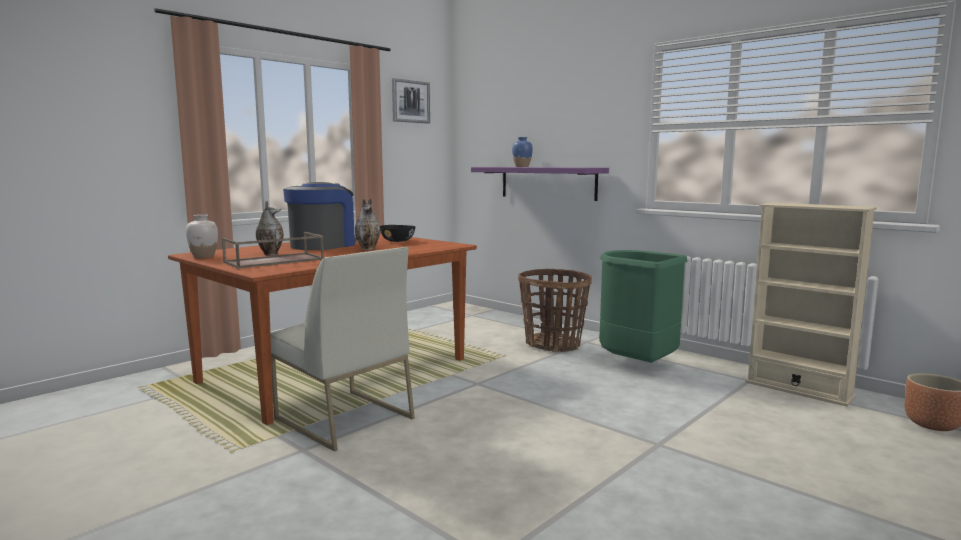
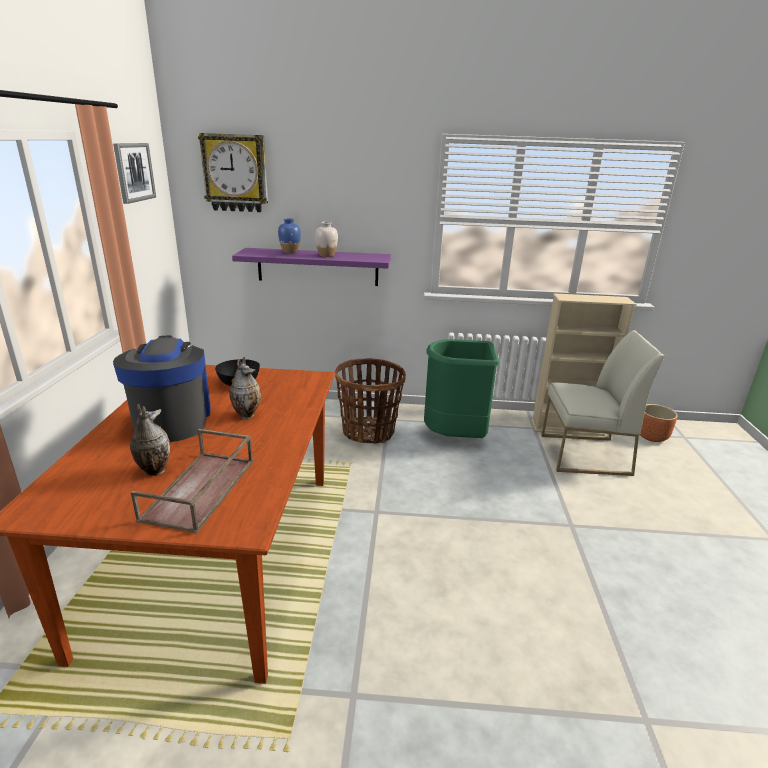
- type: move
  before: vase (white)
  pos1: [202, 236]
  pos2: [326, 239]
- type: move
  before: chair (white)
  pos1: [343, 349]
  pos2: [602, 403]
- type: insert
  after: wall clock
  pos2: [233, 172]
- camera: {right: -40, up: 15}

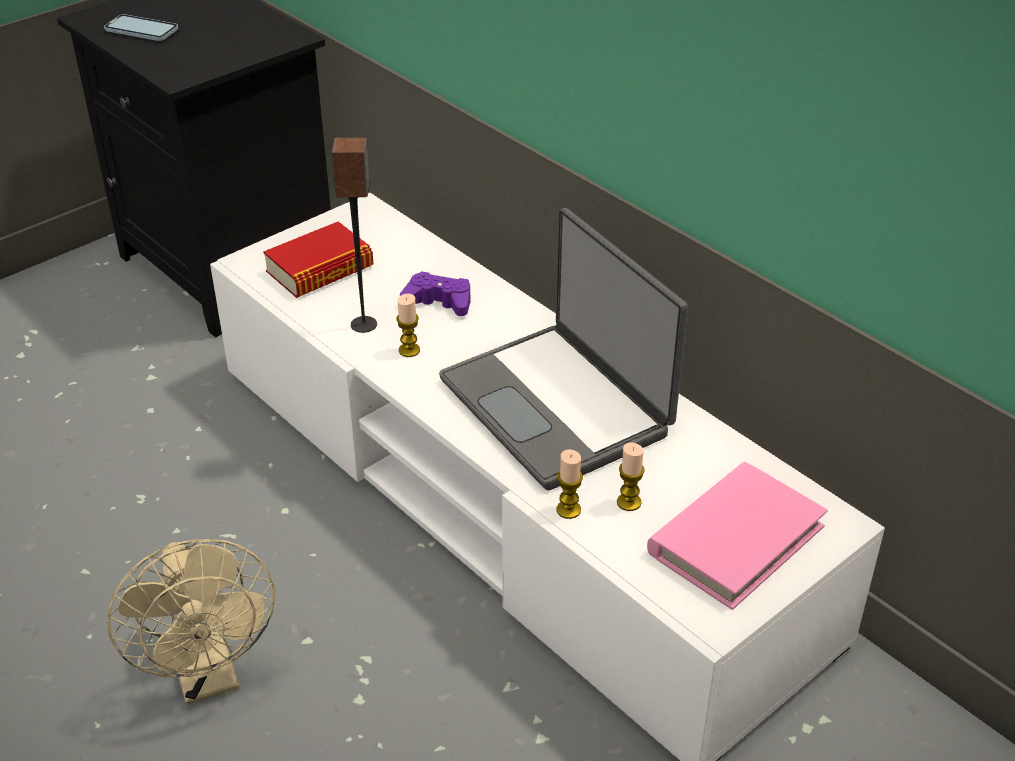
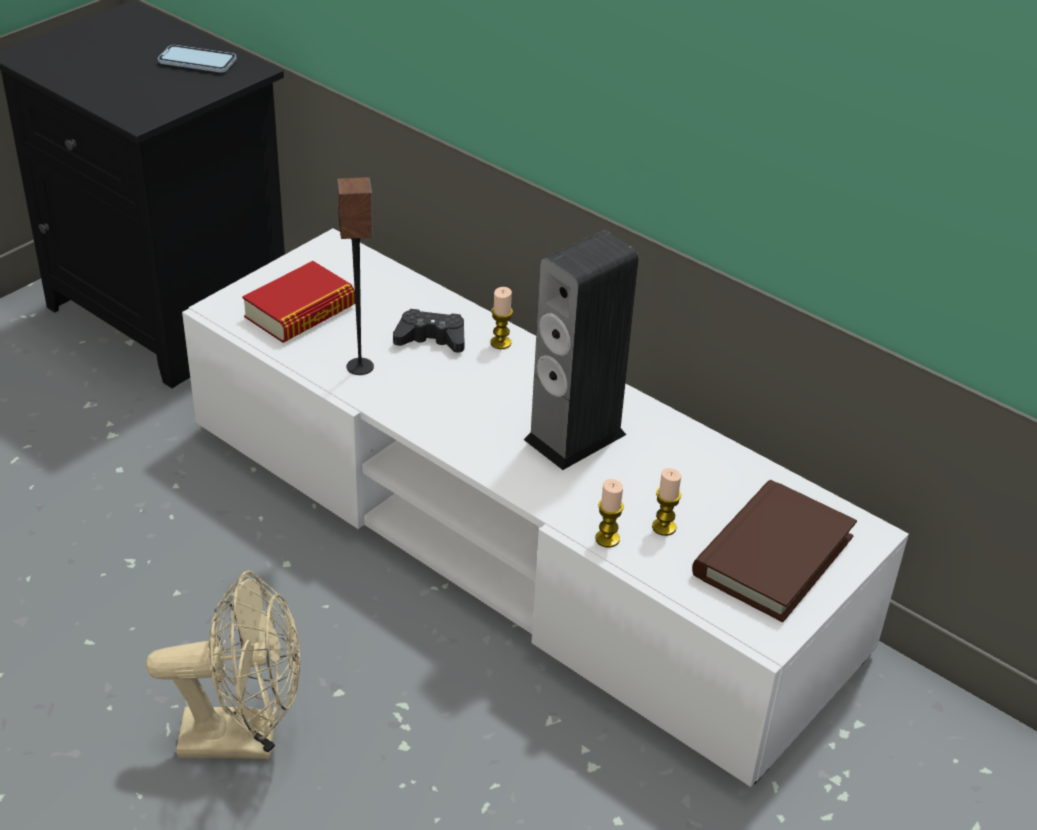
- type: move
  before: phone
  pos1: [141, 27]
  pos2: [197, 59]
- type: rotate
  before: fan (beige)
  pos1: [191, 622]
  pos2: [223, 664]
  turn: -60
- type: move
  before: candle
  pos1: [408, 325]
  pos2: [501, 318]
- type: recolor
  before: game controller (purple)
  after: game controller (black)
  pos1: [435, 293]
  pos2: [428, 331]
- type: replace
  before: laptop
  after: speaker
  pos1: [563, 349]
  pos2: [581, 350]
- type: recolor
  before: book (pink)
  after: book (brown)
  pos1: [737, 536]
  pos2: [774, 551]
- camera: {right: -10, up: 0}

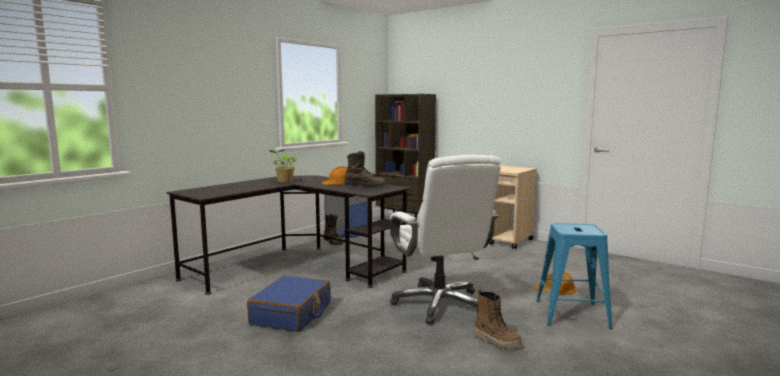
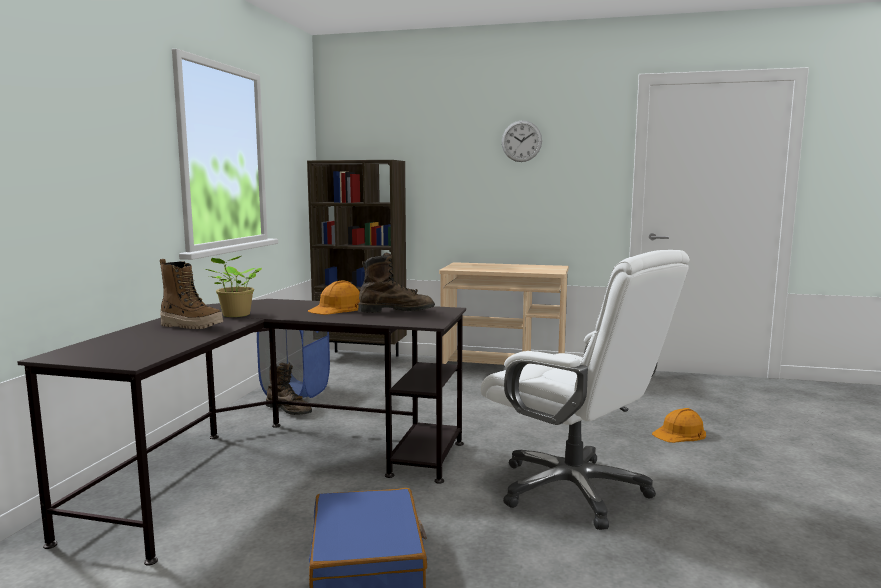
- type: move
  before: boot
  pos1: [498, 319]
  pos2: [191, 294]
- type: delete
  before: stool (blue)
  pos1: [574, 276]
- type: insert
  after: wall clock
  pos2: [522, 141]
- camera: {right: -25, up: 0}

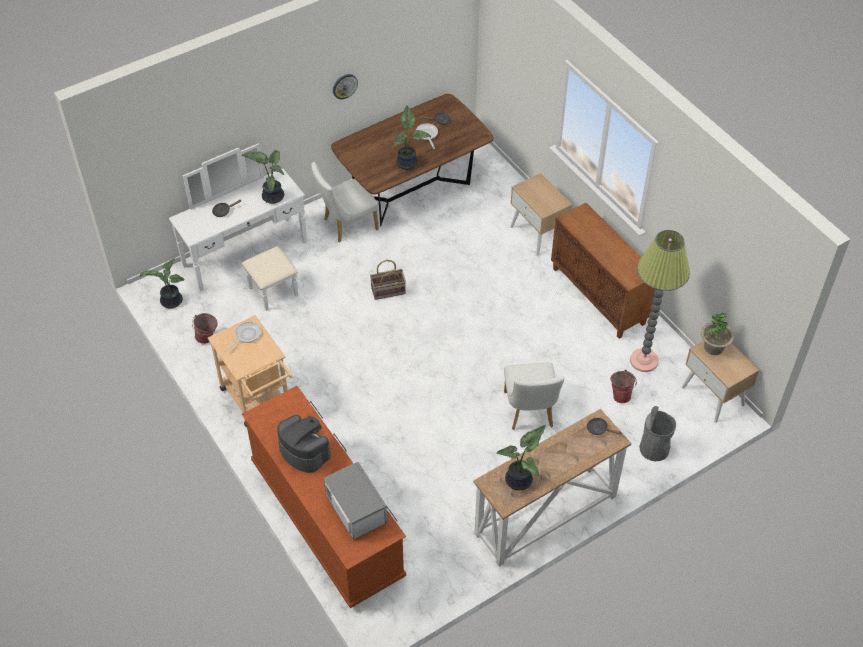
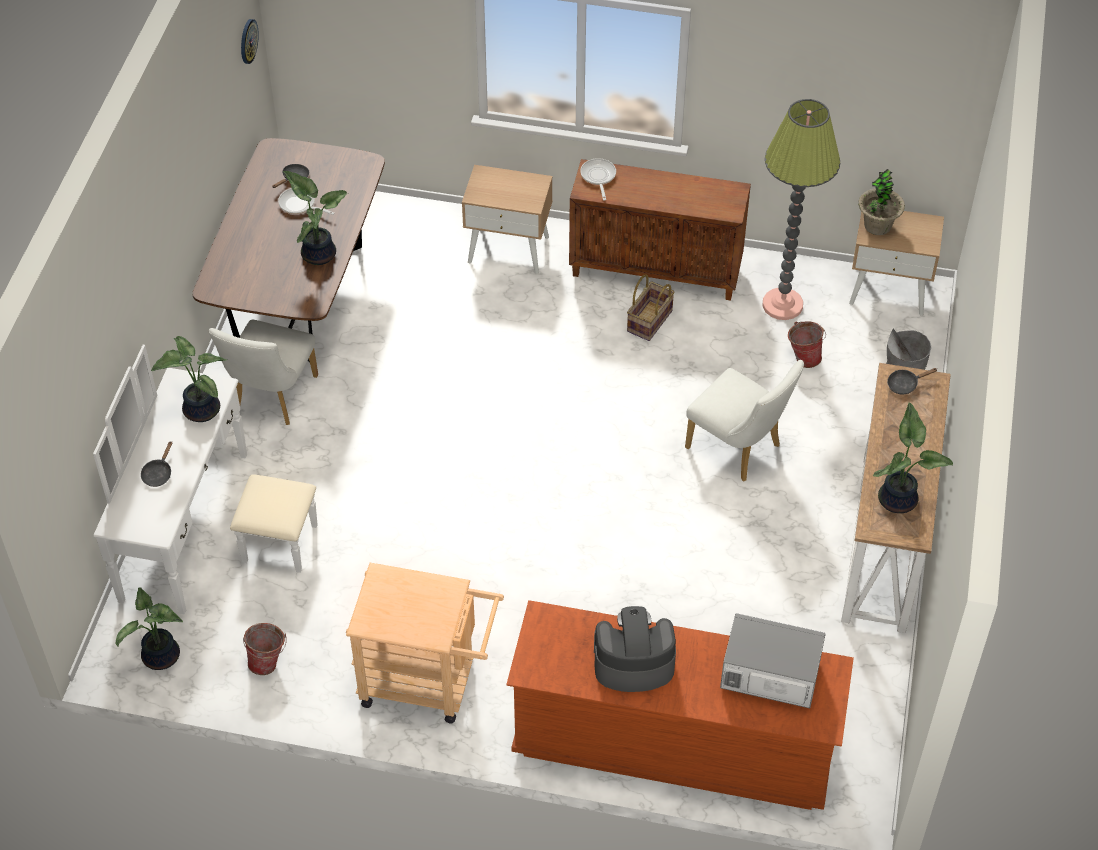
- type: move
  before: frying pan
  pos1: [243, 336]
  pos2: [598, 179]
- type: move
  before: wall clock
  pos1: [345, 86]
  pos2: [250, 41]
- type: move
  before: basket
  pos1: [388, 280]
  pos2: [651, 307]
- camera: {right: -45, up: 0}

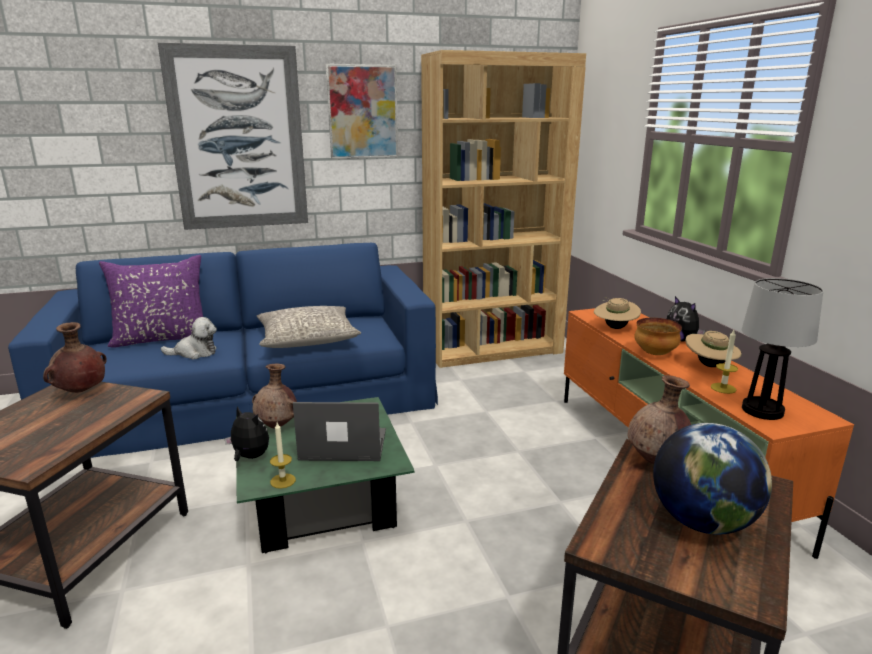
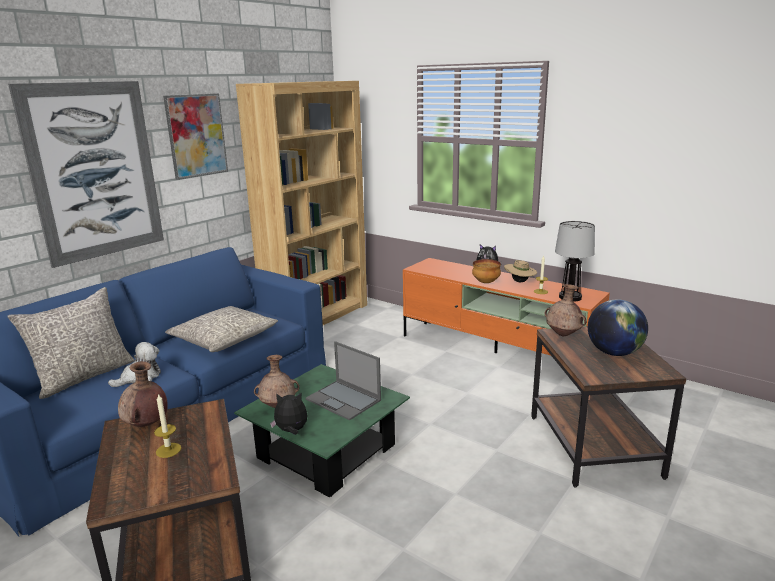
- type: recolor
  before: pillow (purple)
  after: pillow (grey)
  pos1: [151, 301]
  pos2: [71, 343]
- type: move
  before: candle
  pos1: [283, 456]
  pos2: [167, 425]
- type: rotate
  before: laptop
  pos1: [339, 431]
  pos2: [343, 381]
  turn: -105
- type: delete
  before: hat (beige)
  pos1: [617, 313]
- camera: {right: -35, up: 0}

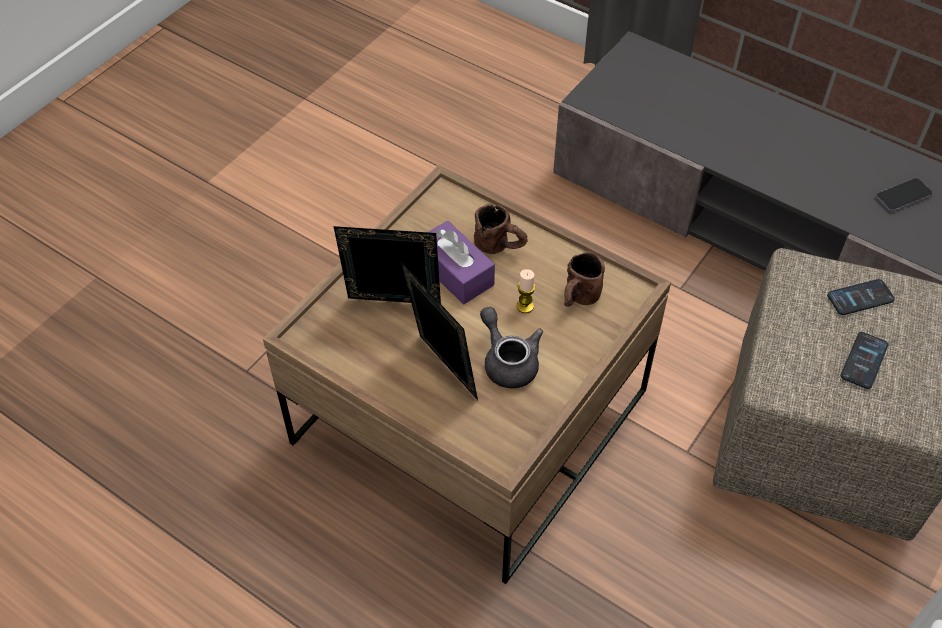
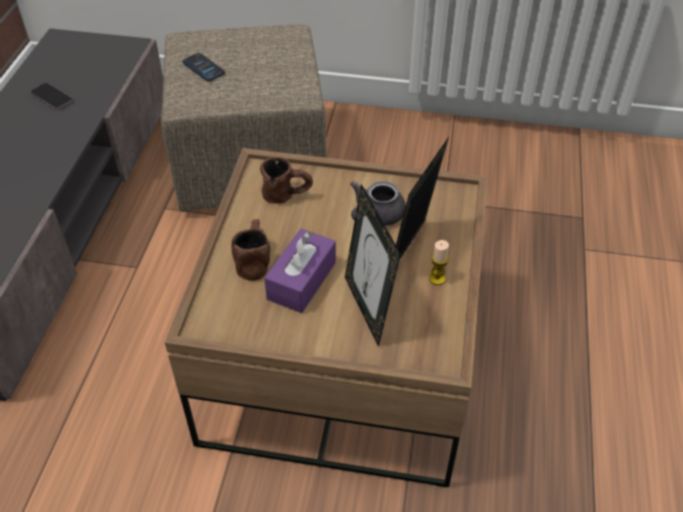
- type: move
  before: candle
  pos1: [526, 291]
  pos2: [439, 262]
- type: delete
  before: phone
  pos1: [864, 360]
- camera: {right: -115, up: -5}

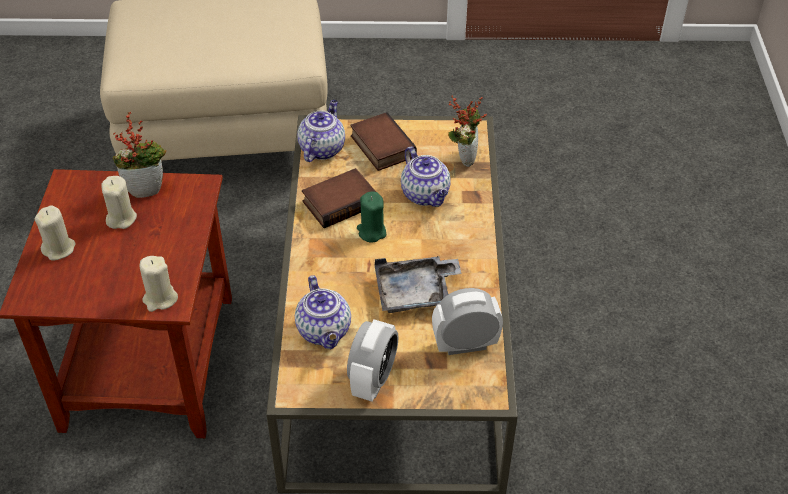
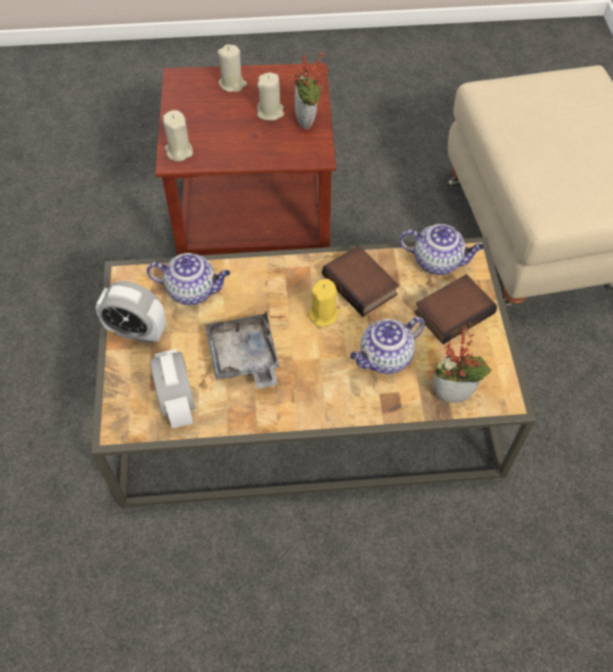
- type: rotate
  before: teapot
  pos1: [323, 312]
  pos2: [188, 279]
  turn: -150
- type: recolor
  before: candle (green)
  after: candle (yellow)
  pos1: [371, 217]
  pos2: [323, 303]
- camera: {right: 85, up: 10}

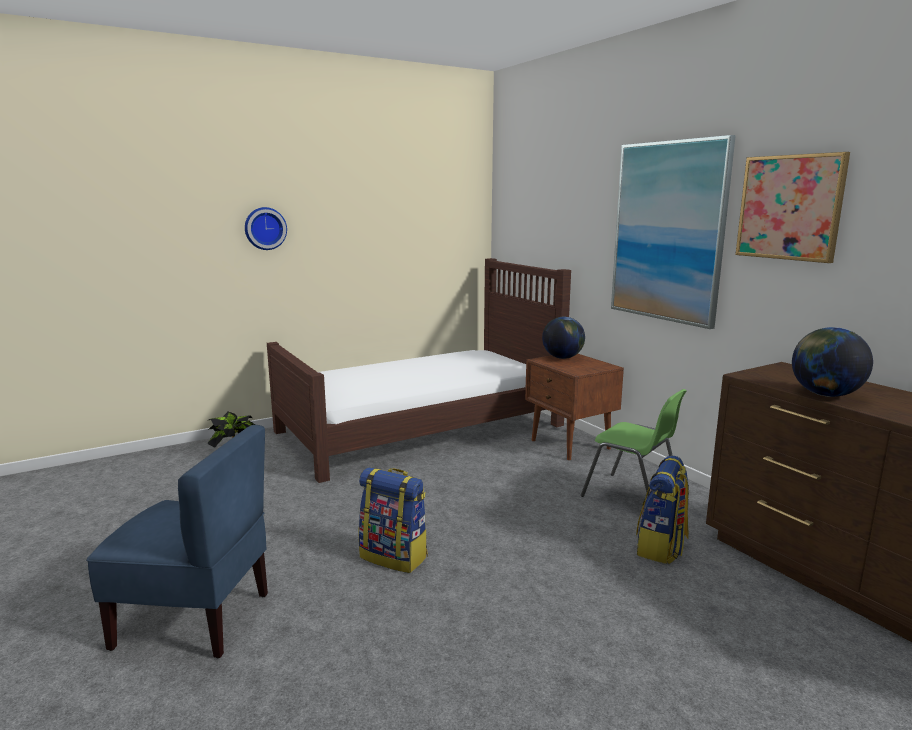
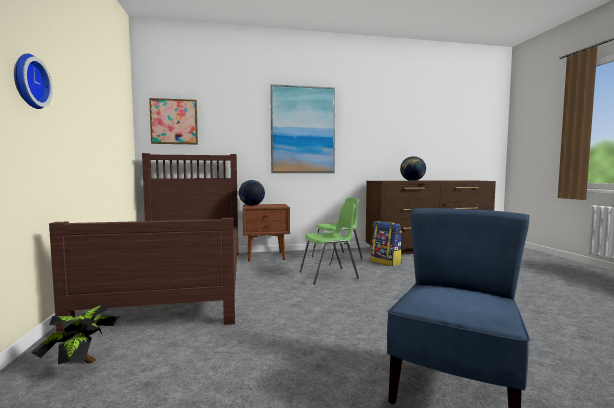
- type: delete
  before: backpack
  pos1: [393, 520]
- type: move
  before: picture
  pos1: [792, 207]
  pos2: [173, 121]
- type: insert
  after: chair (green)
  pos2: [329, 243]
- camera: {right: -70, up: -10}

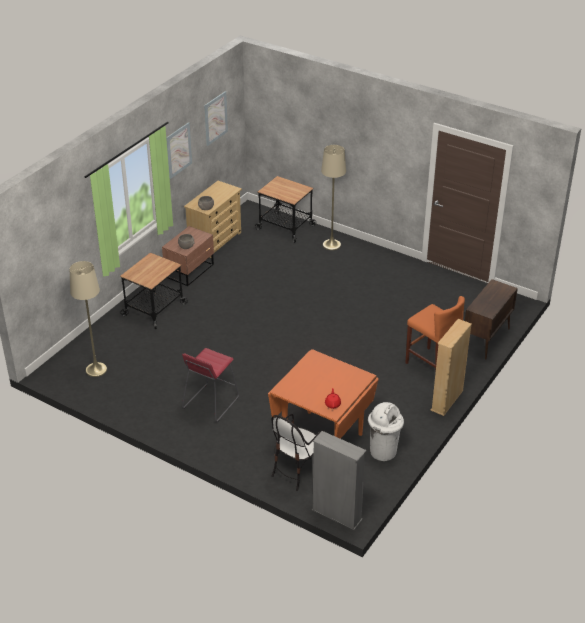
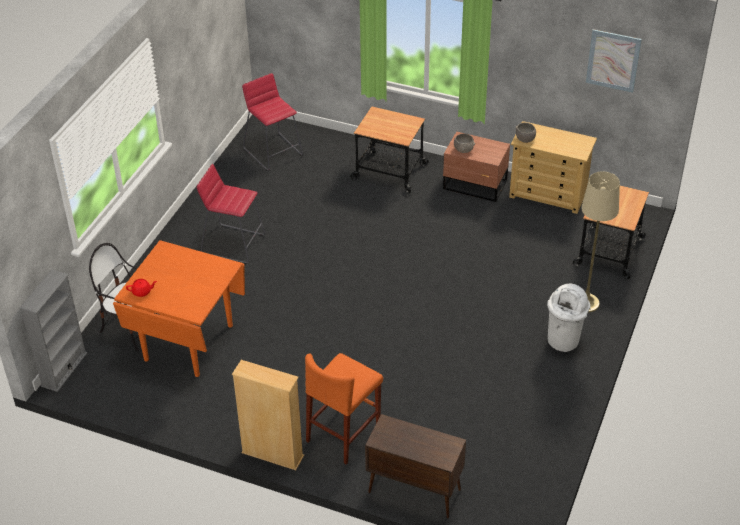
- type: replace
  before: floor lamp (beige)
  after: stool (red)
  pos1: [88, 319]
  pos2: [272, 122]
- type: delete
  before: picture
  pos1: [179, 150]
- type: move
  before: trash can (white)
  pos1: [386, 431]
  pos2: [569, 318]
- camera: {right: 80, up: 5}

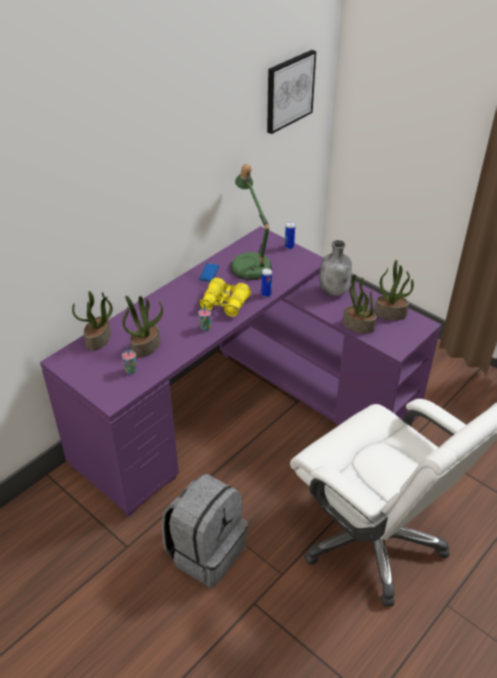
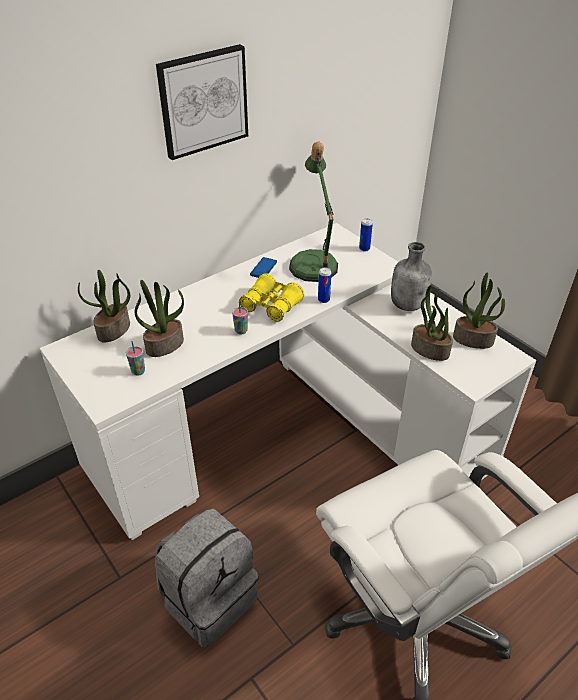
- type: recolor
  before: desk (purple)
  after: desk (white)
  pos1: [240, 371]
  pos2: [287, 381]
- type: move
  before: picture
  pos1: [291, 92]
  pos2: [202, 102]
- camera: {right: 10, up: 0}

